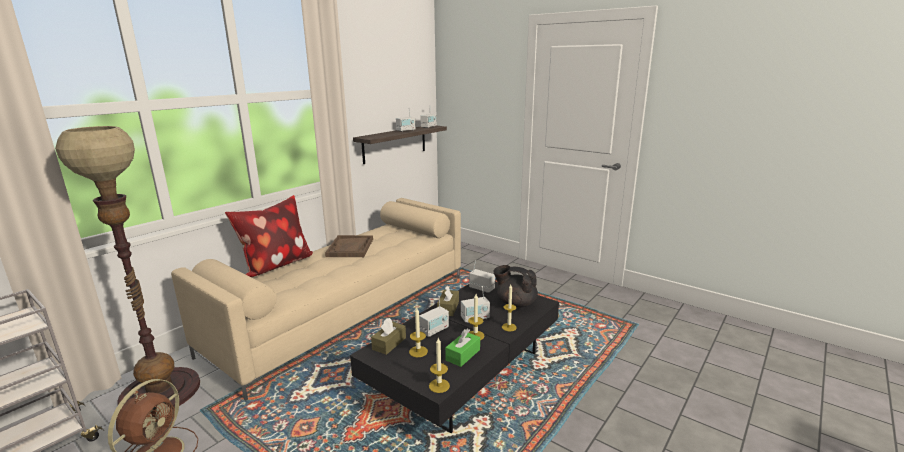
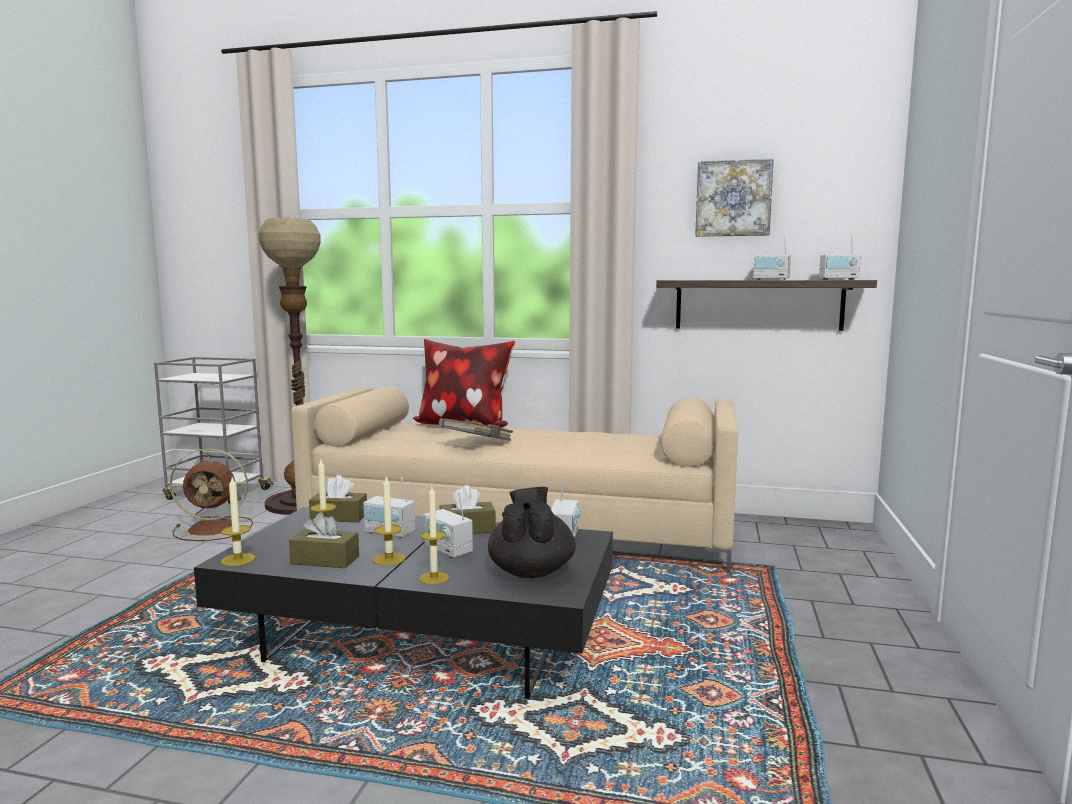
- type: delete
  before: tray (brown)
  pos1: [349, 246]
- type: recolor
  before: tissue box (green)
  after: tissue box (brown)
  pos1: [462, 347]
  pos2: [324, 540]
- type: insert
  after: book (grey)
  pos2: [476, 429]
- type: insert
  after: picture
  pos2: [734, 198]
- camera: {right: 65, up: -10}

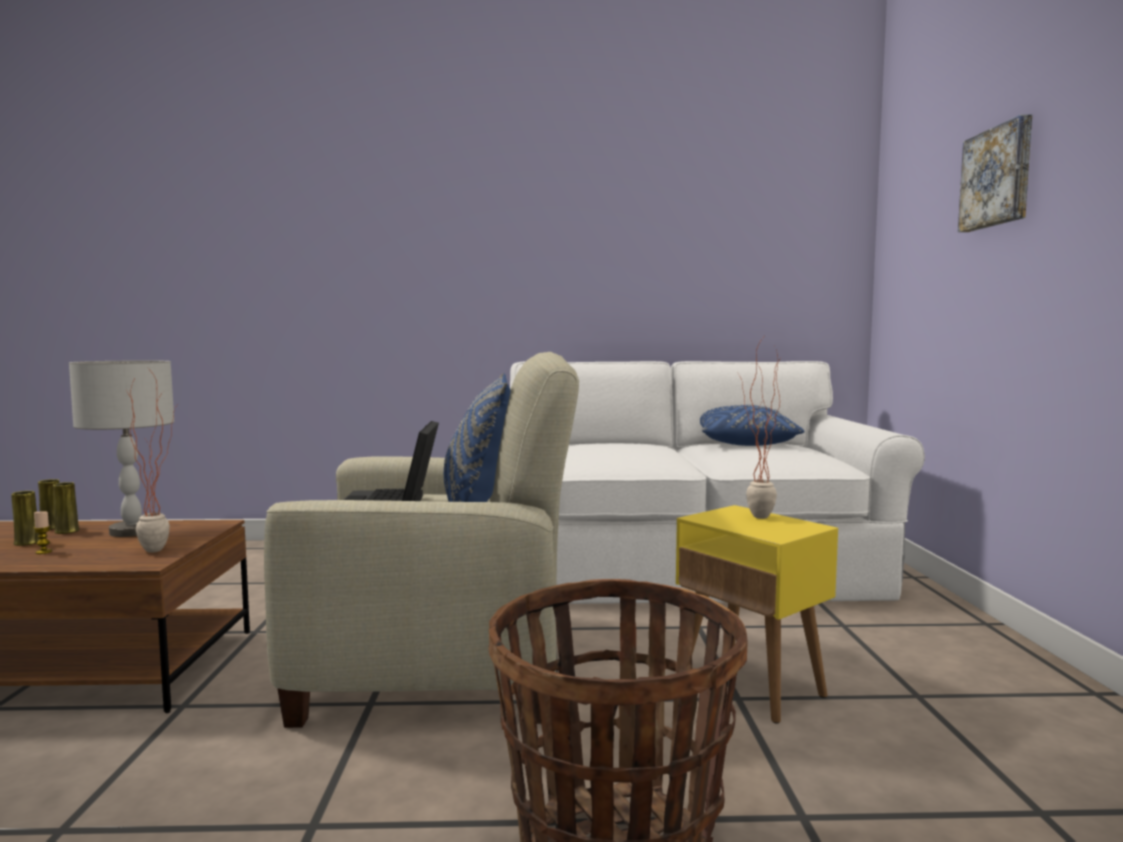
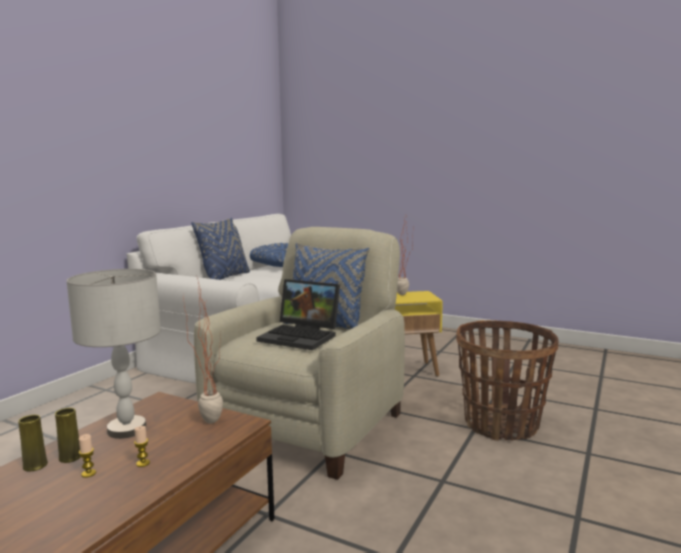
- type: replace
  before: vase (yellow)
  after: candle
  pos1: [25, 518]
  pos2: [87, 456]
- type: delete
  before: picture
  pos1: [995, 173]
- type: insert
  after: pillow (blue)
  pos2: [220, 249]
- camera: {right: -60, up: 5}

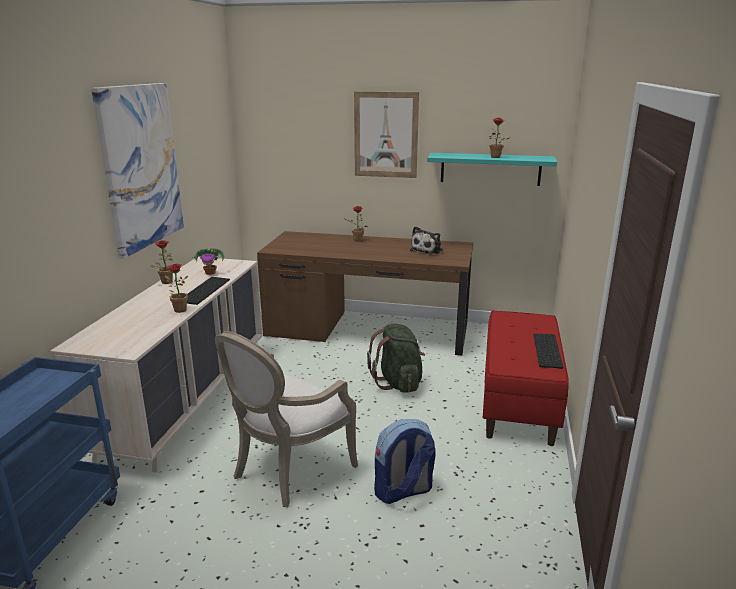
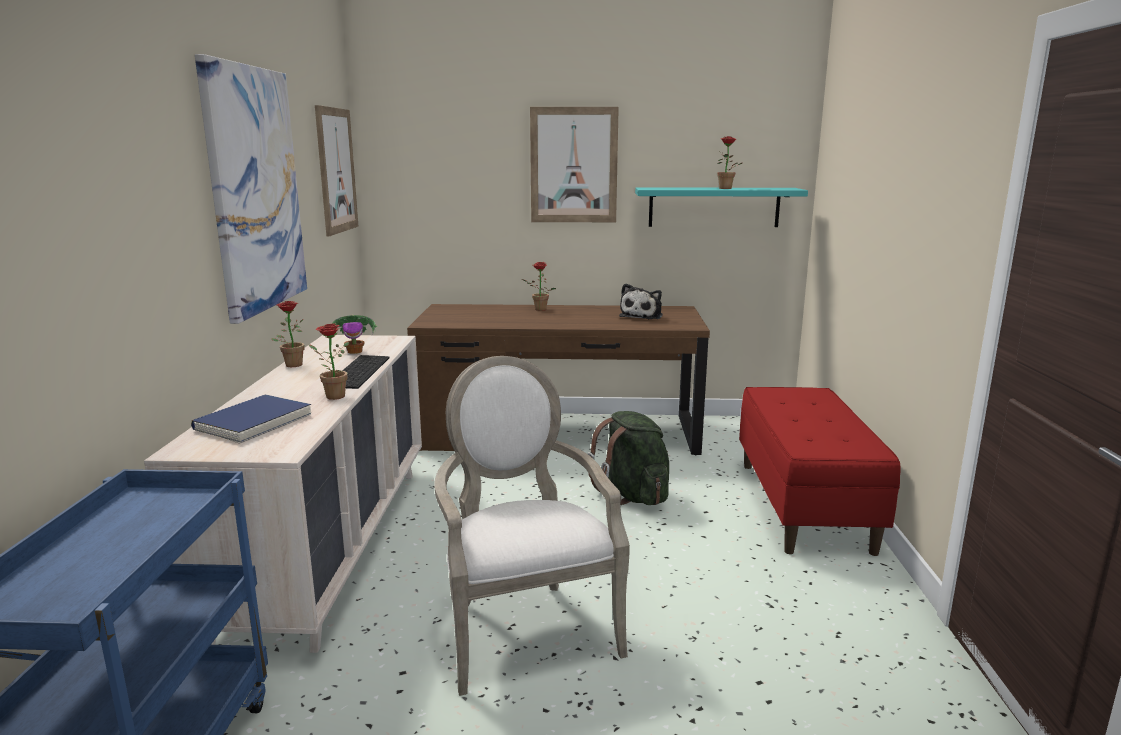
- type: rotate
  before: armchair
  pos1: [286, 419]
  pos2: [532, 526]
  turn: 135
- type: delete
  before: backpack
  pos1: [404, 461]
- type: delete
  before: keyboard
  pos1: [548, 351]
- type: insert
  after: book (blue)
  pos2: [251, 419]
- type: insert
  after: picture
  pos2: [336, 170]
- camera: {right: -10, up: -5}

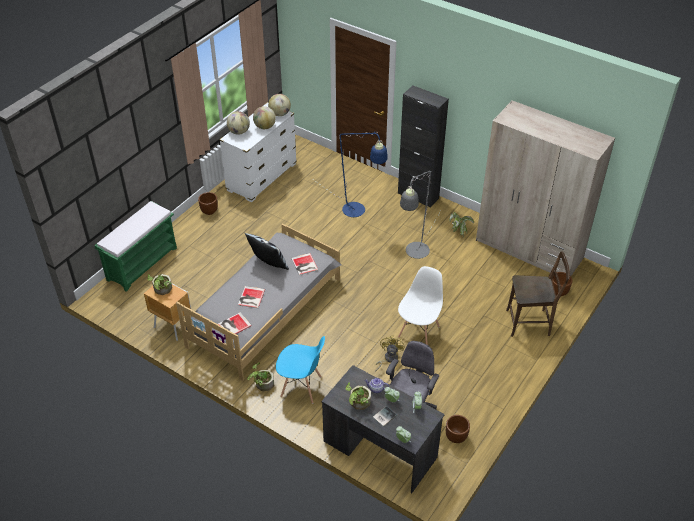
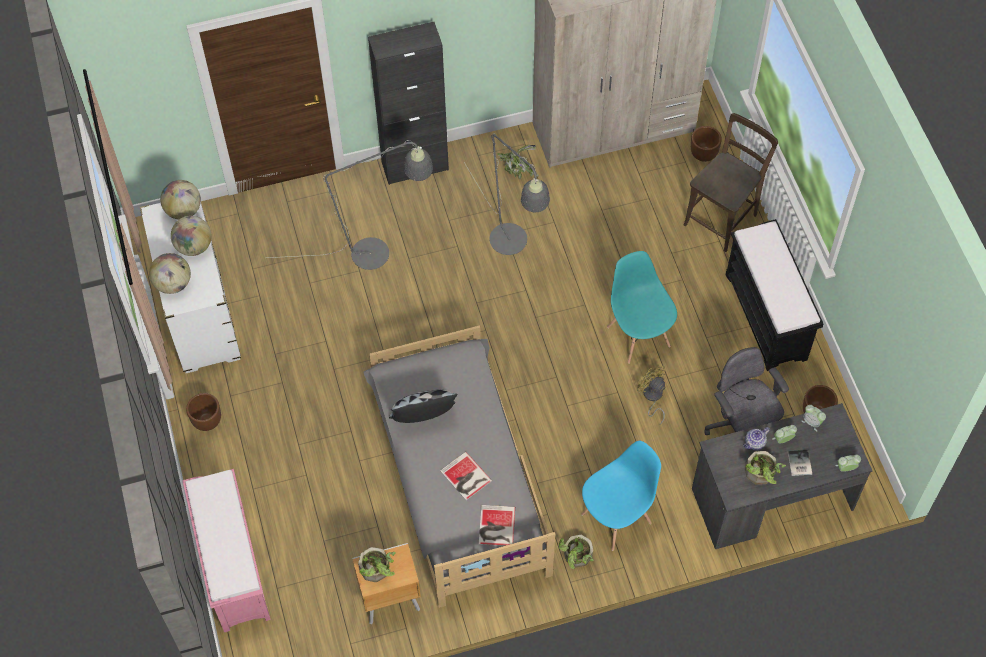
- type: recolor
  before: bench (green)
  after: bench (pink)
  pos1: [135, 246]
  pos2: [226, 550]
- type: delete
  before: book
  pos1: [304, 264]
- type: recolor
  before: floor lamp (blue)
  after: floor lamp (grey)
  pos1: [351, 174]
  pos2: [350, 205]
- type: recolor
  before: chair (white)
  after: chair (turquoise)
  pos1: [420, 305]
  pos2: [642, 307]
- type: insert
  after: bench (black)
  pos2: [774, 295]
- camera: {right: -50, up: 15}

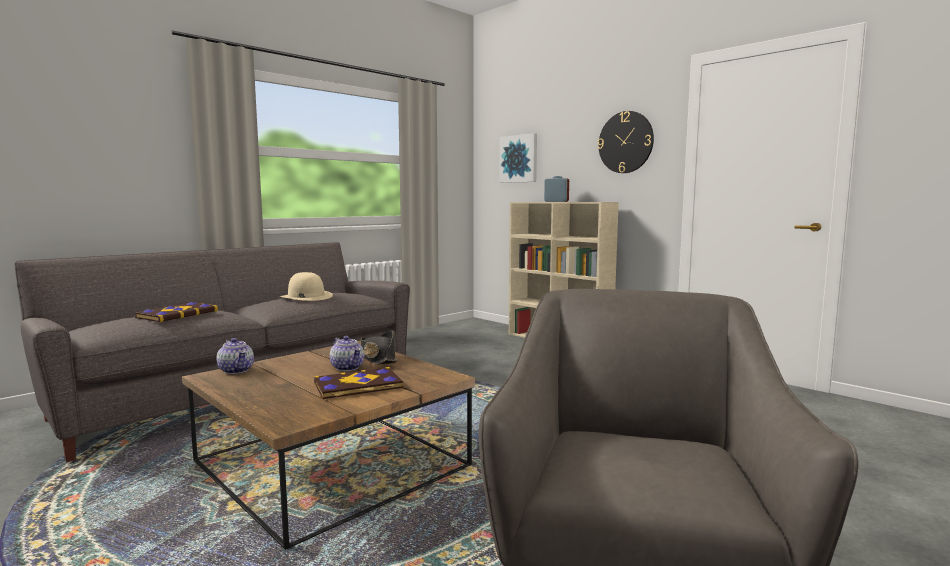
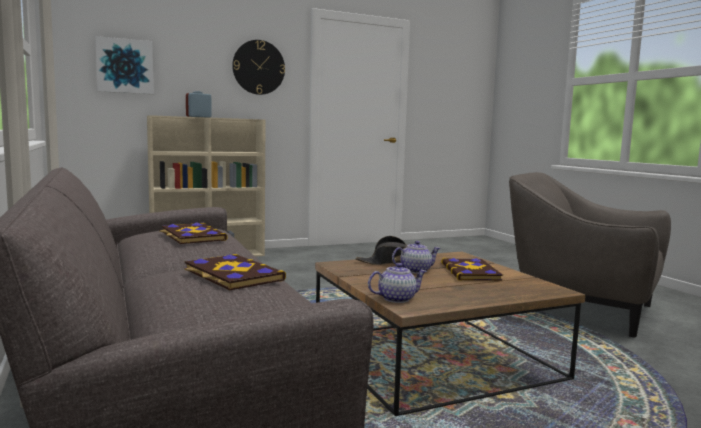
- type: replace
  before: hat (beige)
  after: book
  pos1: [306, 286]
  pos2: [193, 233]
- camera: {right: -70, up: 0}

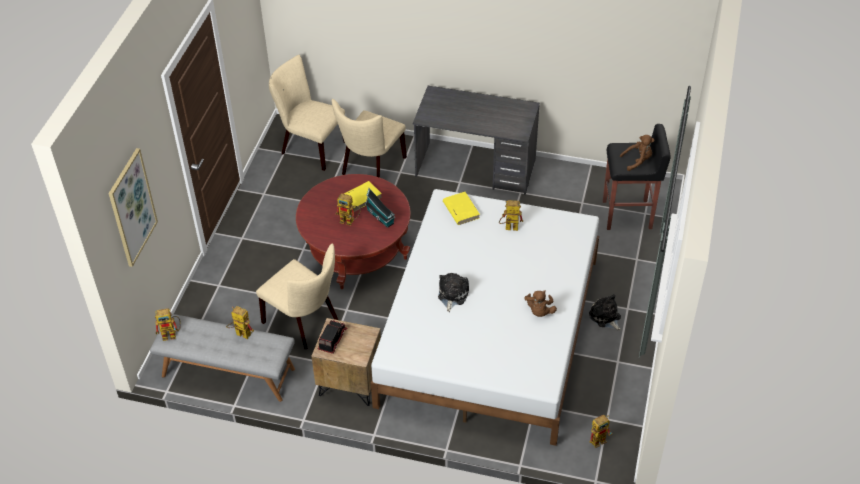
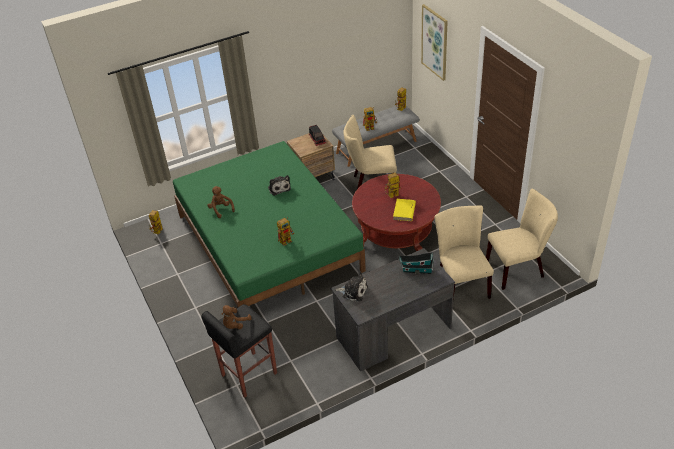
- type: move
  before: toy house
  pos1: [380, 208]
  pos2: [416, 263]
- type: recolor
  before: bed (white)
  after: bed (green)
  pos1: [485, 317]
  pos2: [269, 224]
- type: delete
  before: book (yellow)
  pos1: [461, 208]
- type: move
  before: plush toy
  pos1: [605, 312]
  pos2: [351, 286]
- camera: {right: 140, up: -5}

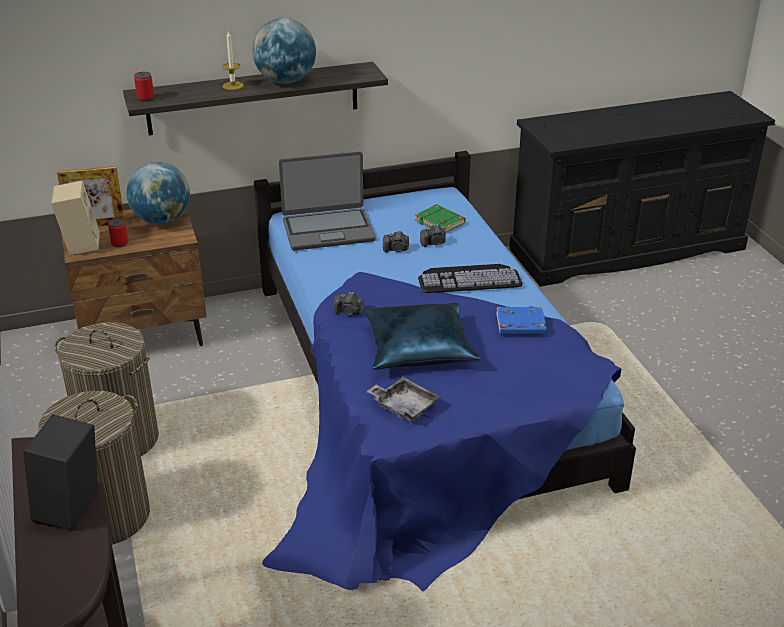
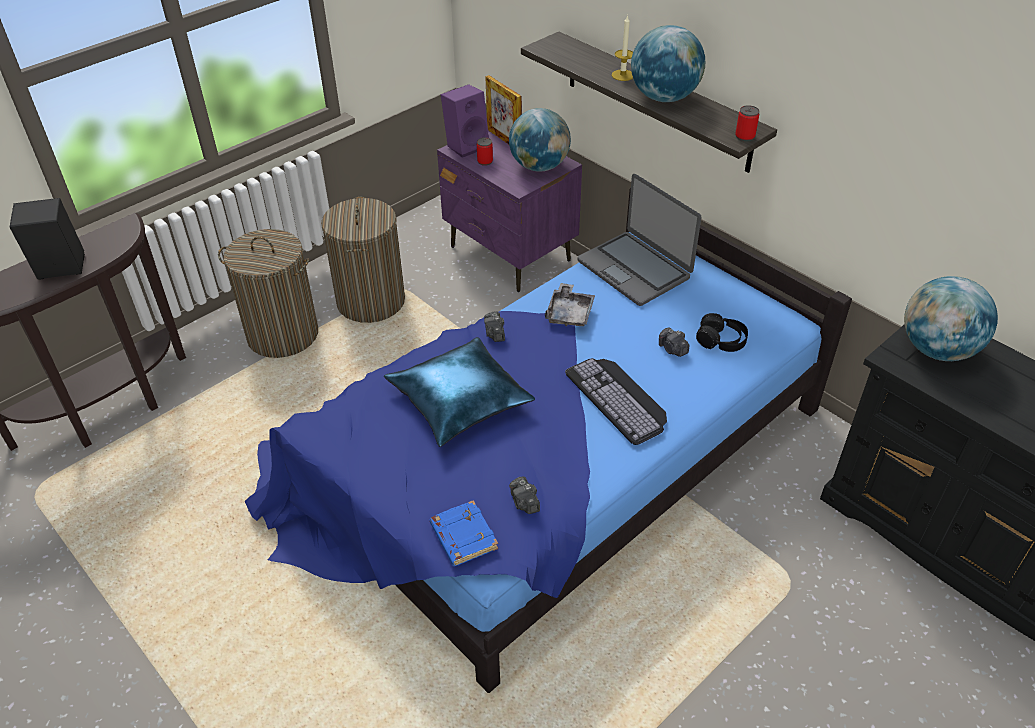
- type: recolor
  before: speaker (beige)
  after: speaker (purple)
  pos1: [75, 218]
  pos2: [465, 121]
- type: recolor
  before: nightstand (brown)
  after: nightstand (purple)
  pos1: [134, 277]
  pos2: [509, 211]
- type: move
  before: can
  pos1: [144, 87]
  pos2: [747, 123]
- type: move
  before: tray (grey)
  pos1: [403, 399]
  pos2: [570, 304]
- type: move
  before: photo camera
  pos1: [396, 242]
  pos2: [524, 495]
- type: replace
  before: book (green)
  after: headphones (black)
  pos1: [440, 218]
  pos2: [722, 332]
- type: move
  before: book (blue)
  pos1: [521, 320]
  pos2: [464, 533]
- type: insert
  after: globe
  pos2: [951, 318]
- camera: {right: 65, up: 10}

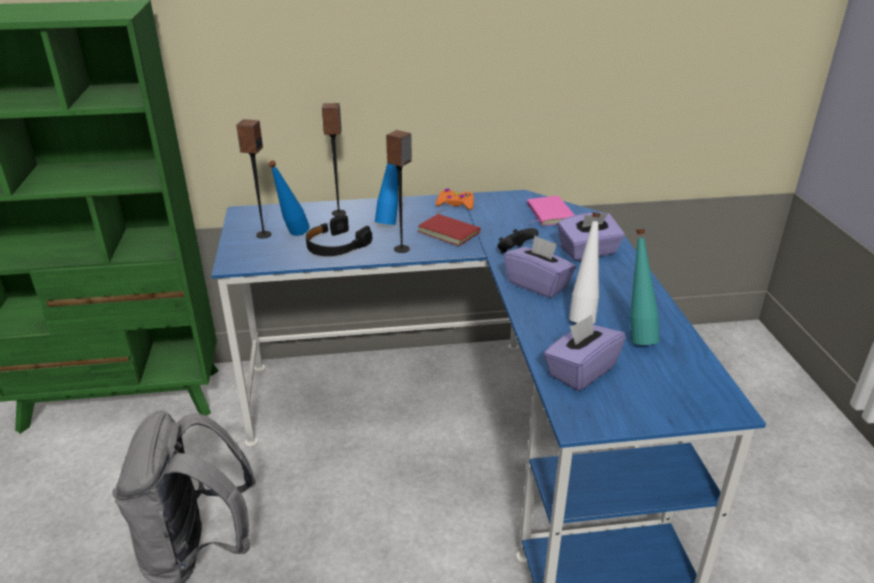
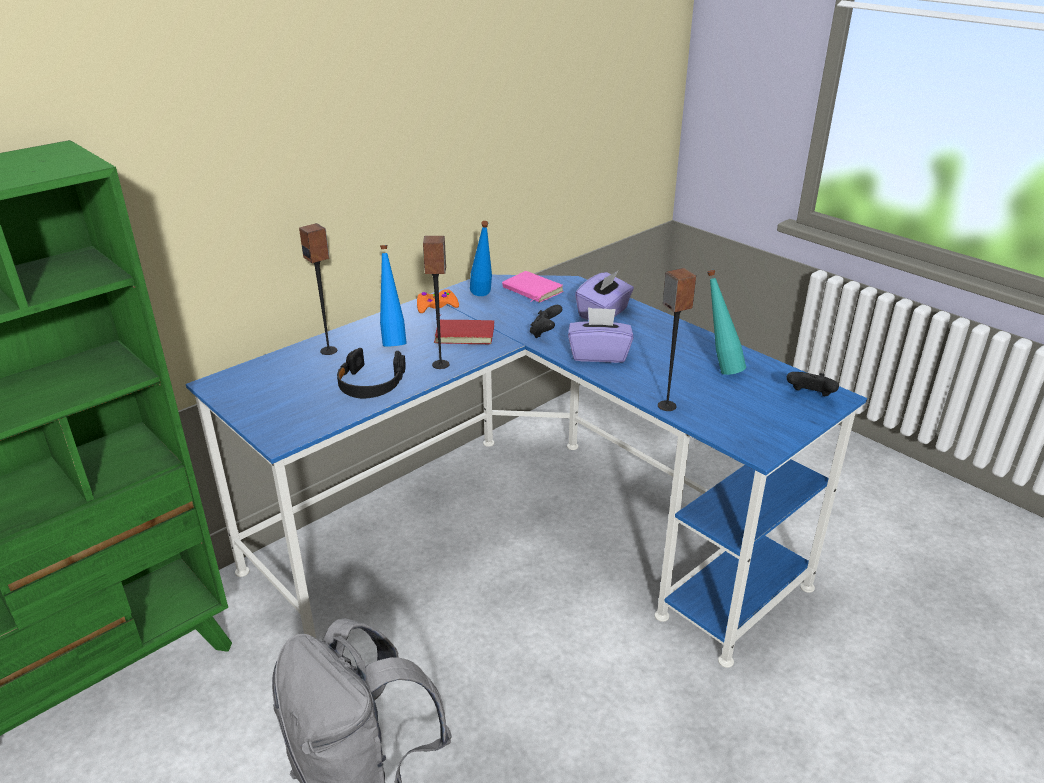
- type: move
  before: speaker
  pos1: [253, 178]
  pos2: [677, 339]
- type: move
  before: bottle (blue)
  pos1: [288, 198]
  pos2: [481, 258]
- type: delete
  before: tissue box (purple)
  pos1: [585, 352]
- type: delete
  before: bottle (white)
  pos1: [585, 268]
- type: insert
  after: game controller (black)
  pos2: [812, 384]
- camera: {right: -35, up: 0}

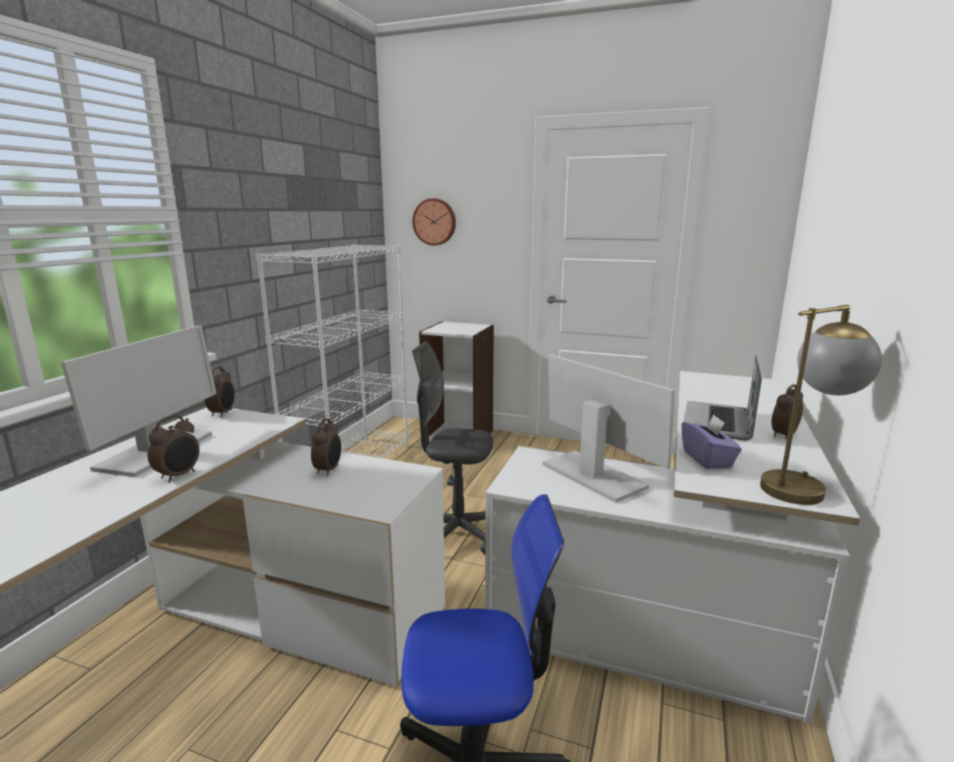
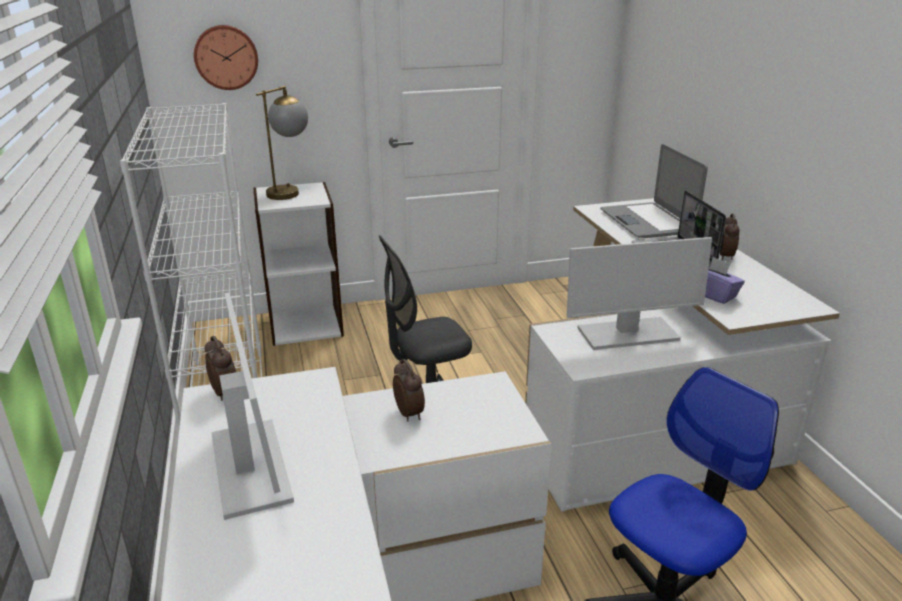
- type: delete
  before: alarm clock
  pos1: [174, 449]
- type: rotate
  before: monitor
  pos1: [609, 428]
  pos2: [639, 293]
  turn: 150
- type: move
  before: table lamp
  pos1: [821, 405]
  pos2: [282, 143]
- type: insert
  after: laptop
  pos2: [654, 191]
- camera: {right: -35, up: 10}

